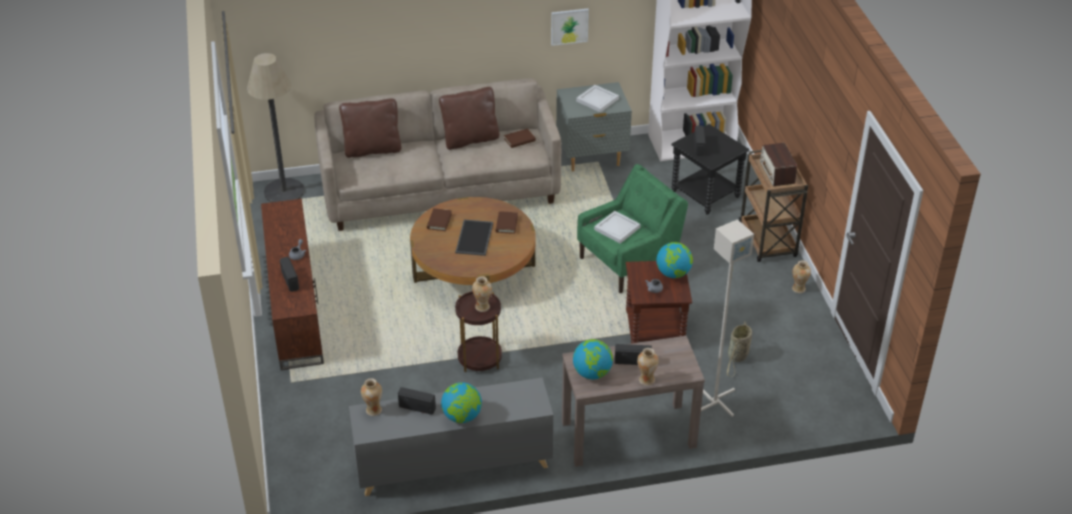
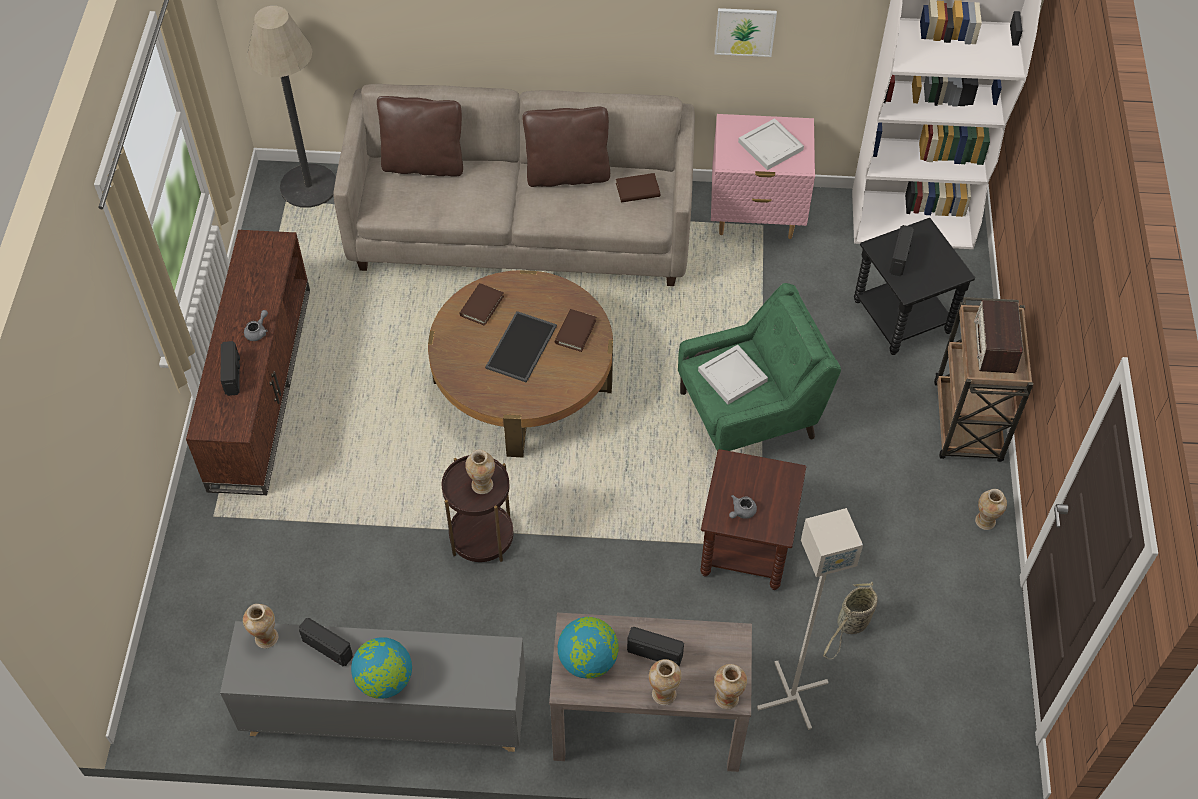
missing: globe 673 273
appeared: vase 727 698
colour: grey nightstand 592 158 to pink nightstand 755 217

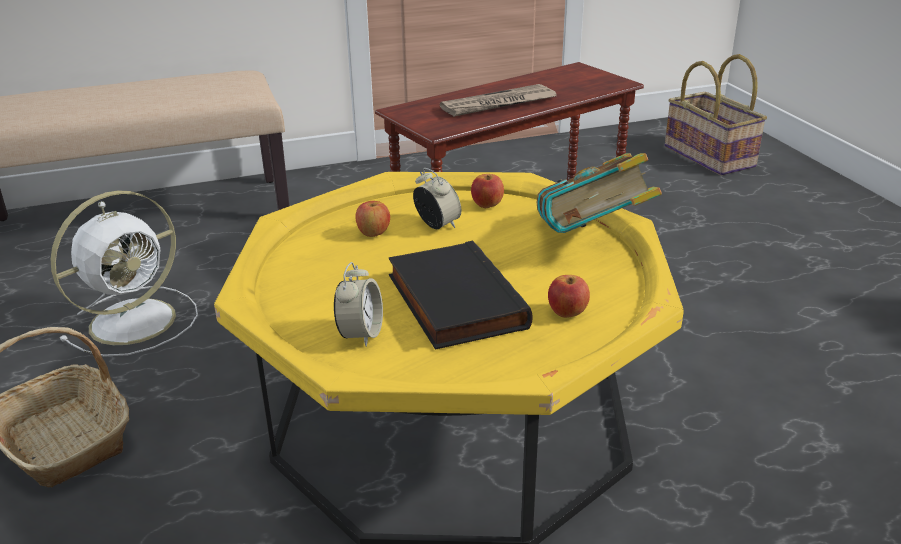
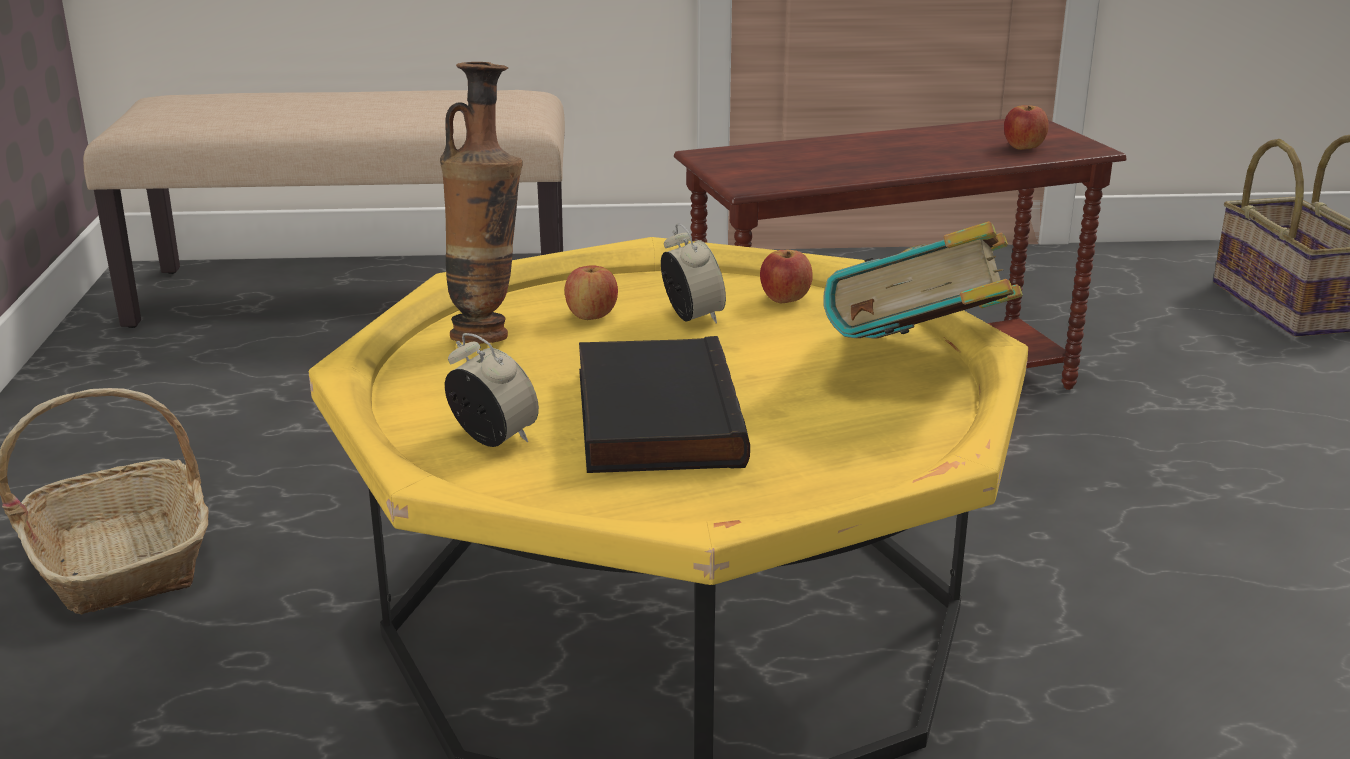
missing: white fan 136 320; newspaper 498 104
appeared: vase 488 333
relocated: apple 567 313 to 1023 148
spun: alarm clock 361 334 = 493 439 75 degrees counterclockwise

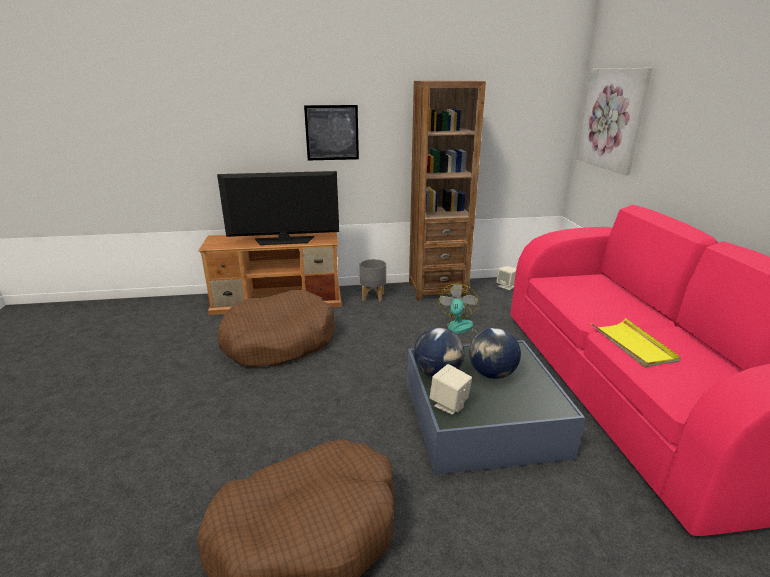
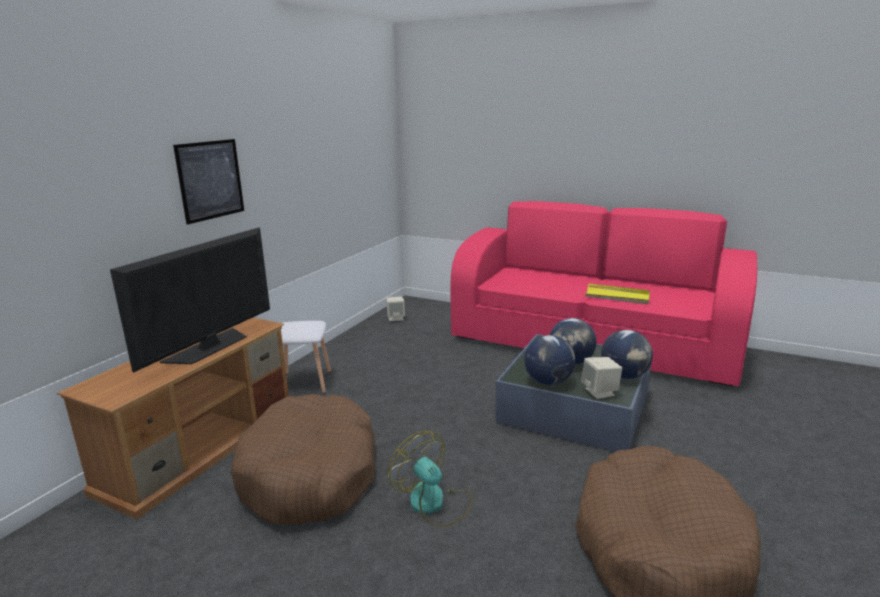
missing: brown bookcase 437 290; picture 611 119
appeared: globe 624 376
relocated: fan 459 330 to 434 504
exchanged: grey planter 373 296 to white stool 305 382

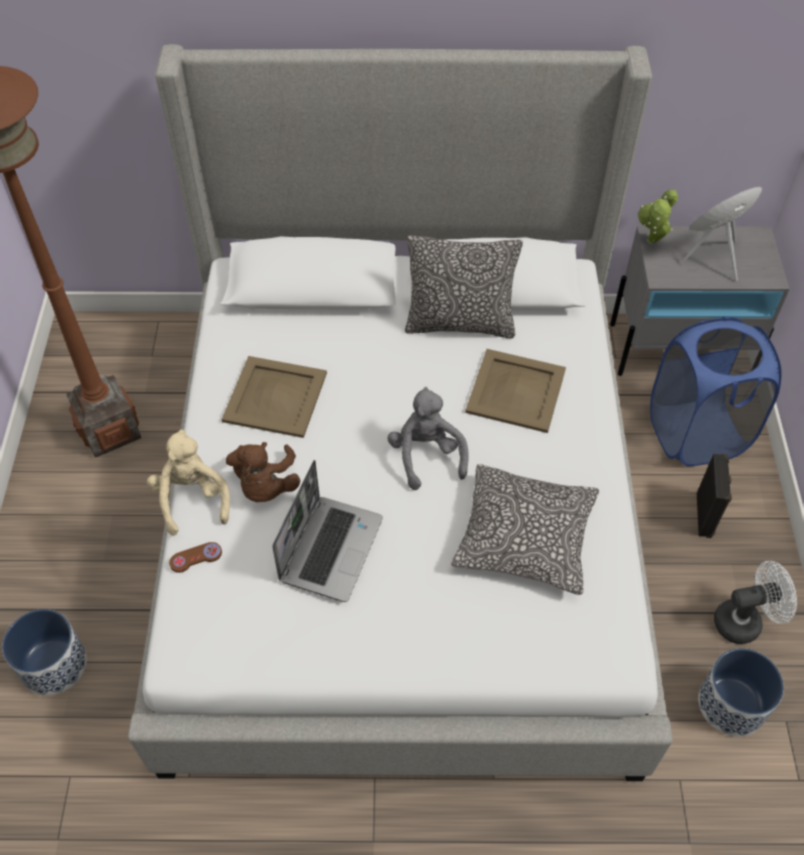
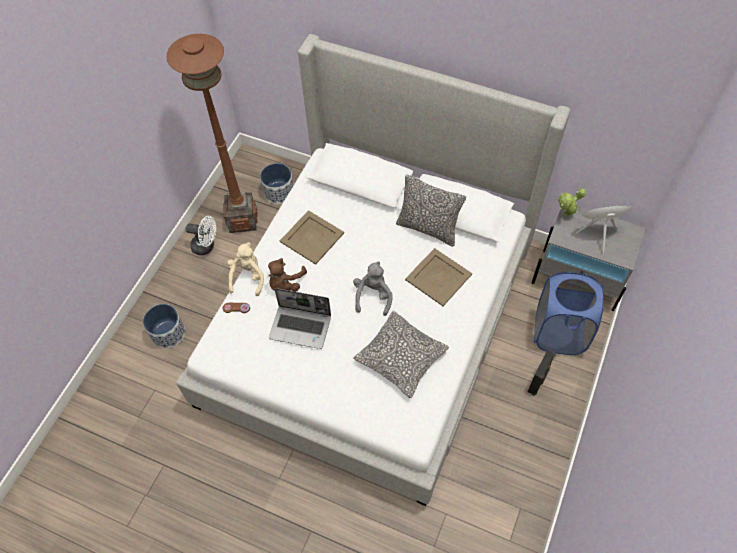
relocated: planter 731 705 to 279 192; white fan 744 621 to 206 246
spun: laptop 330 548 = 301 327 60 degrees clockwise

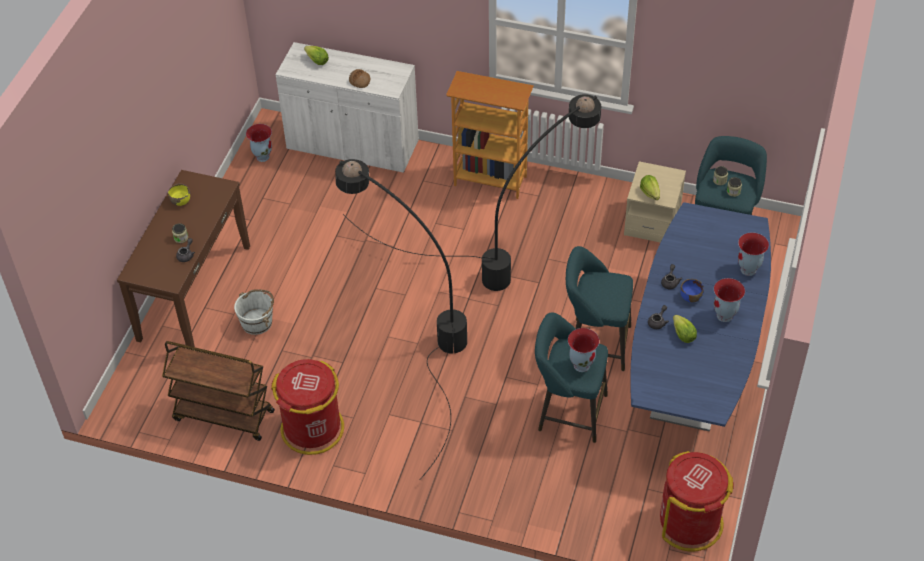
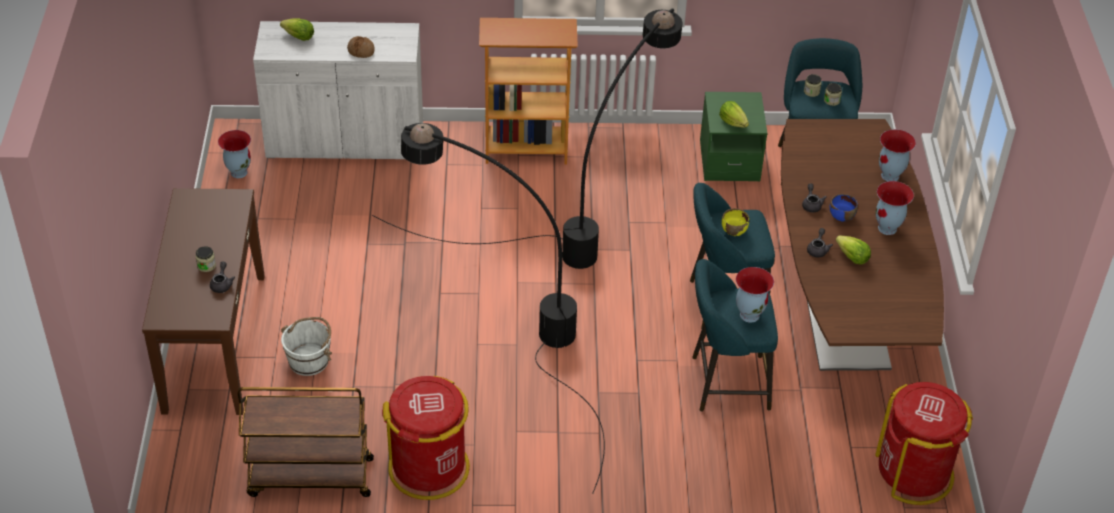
relocated: yellow bowl 180 201 to 733 230
colour: beige nightstand 652 221 to green nightstand 729 161; blue dining table 693 366 to brown dining table 842 305

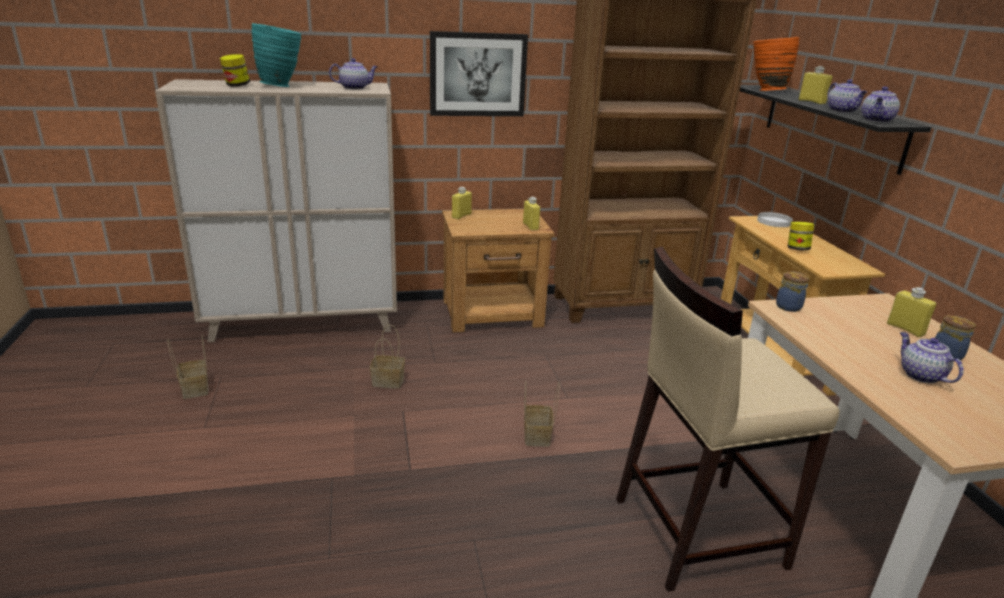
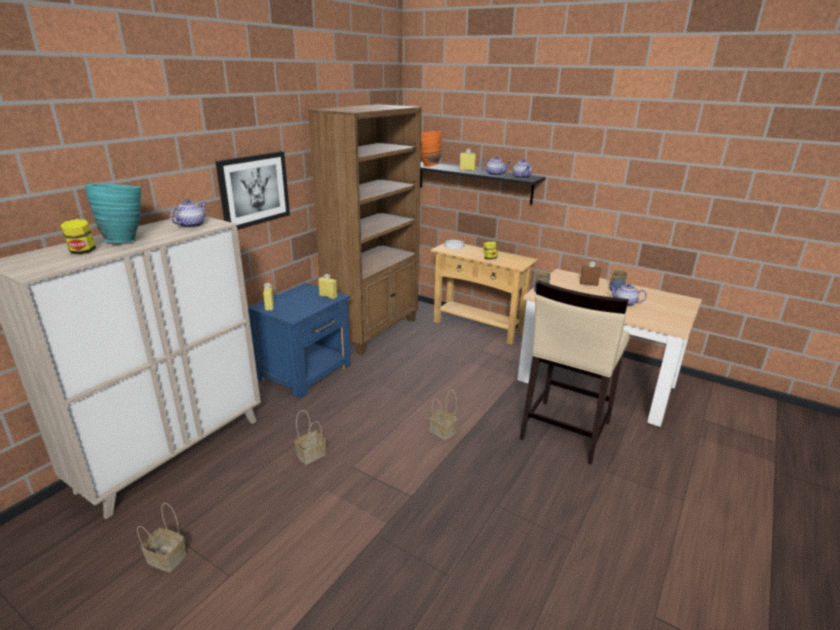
colour: brown nightstand 493 313 to blue nightstand 307 372; yellow bottle 905 329 to brown bottle 588 284

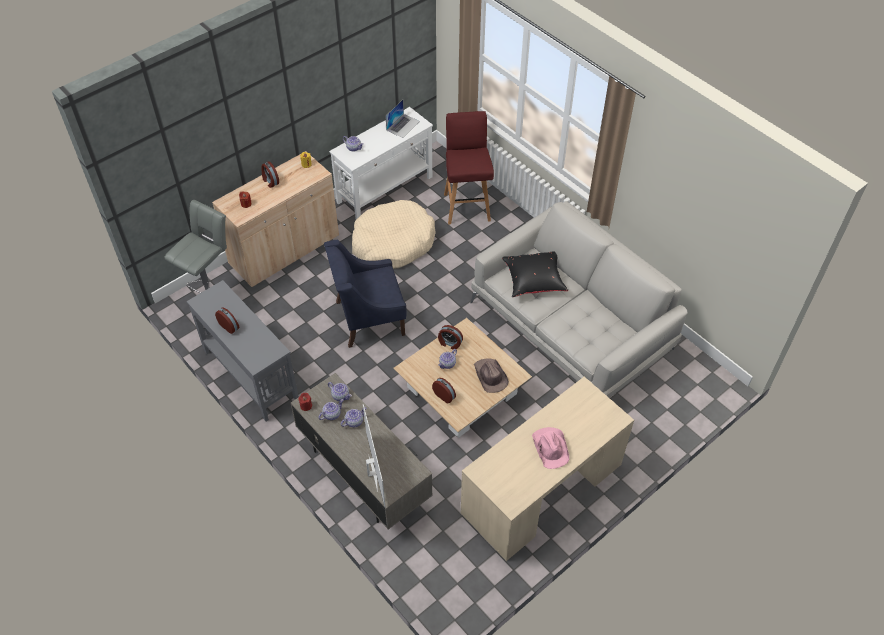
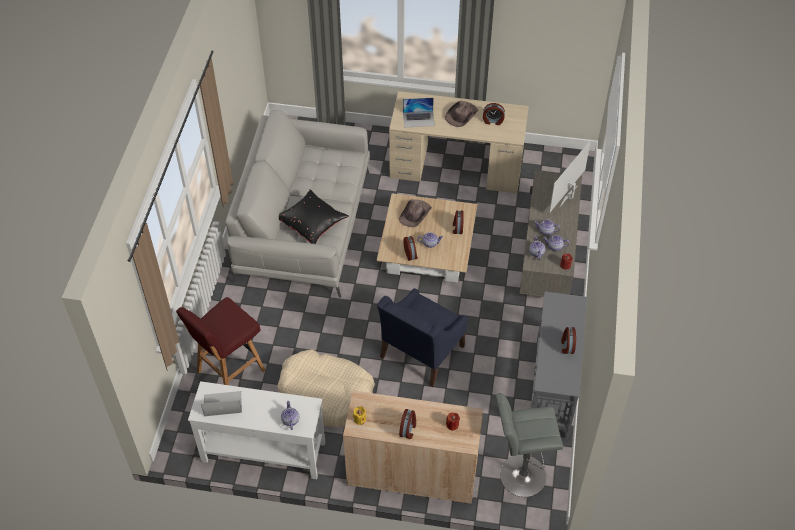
appeared: laptop 418 119; alarm clock 493 121
colour: pink hat 550 447 to brown hat 461 115
spun: blue armchair 368 318 = 421 352 90 degrees clockwise

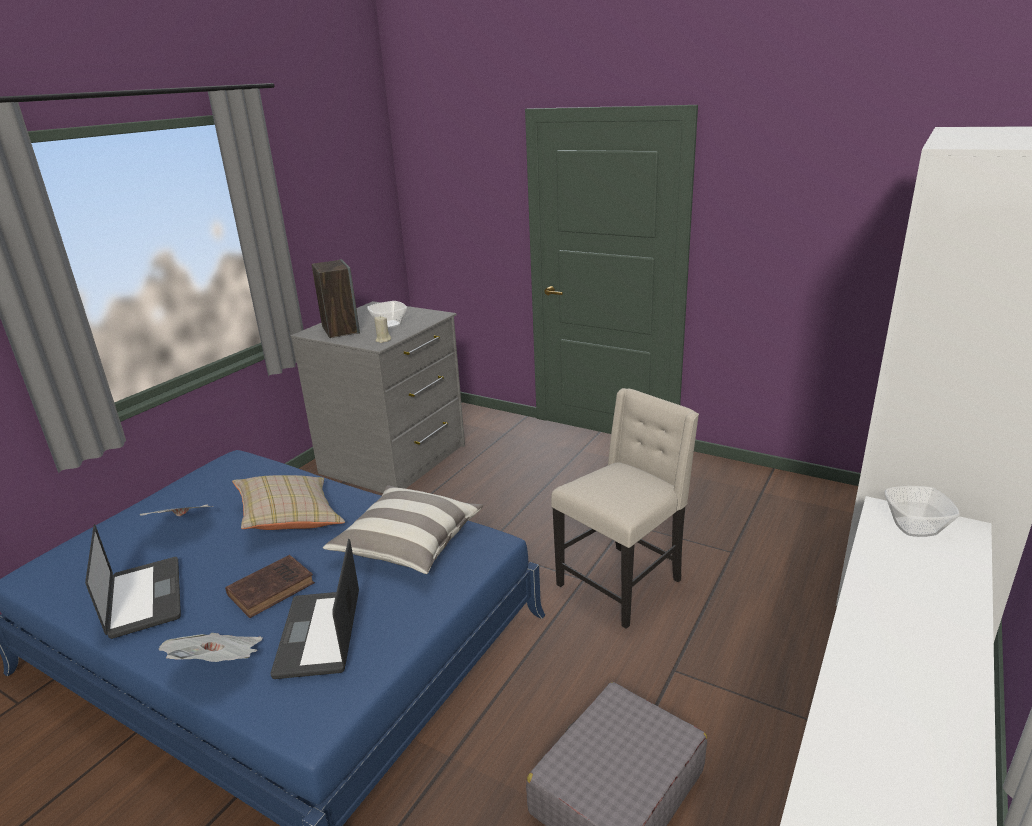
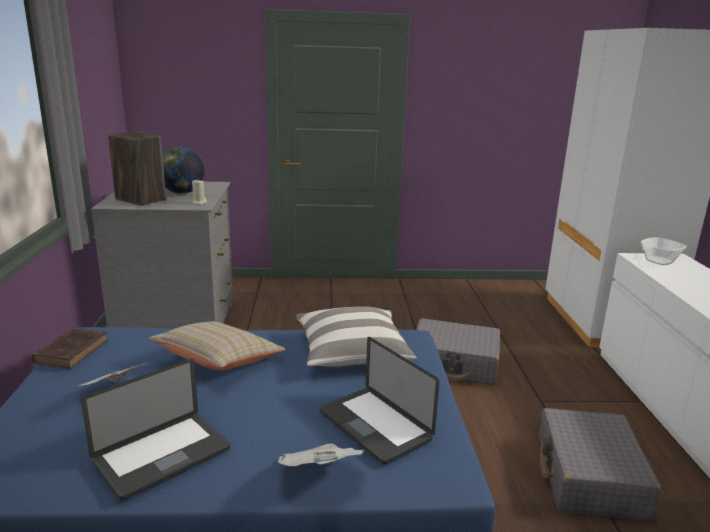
relocated: brown book 273 588 to 73 350
exchanged: bowl 388 324 to globe 182 193; beige chair 622 583 to grey suitcase 454 363
spun: laptop 145 598 = 163 456 105 degrees clockwise

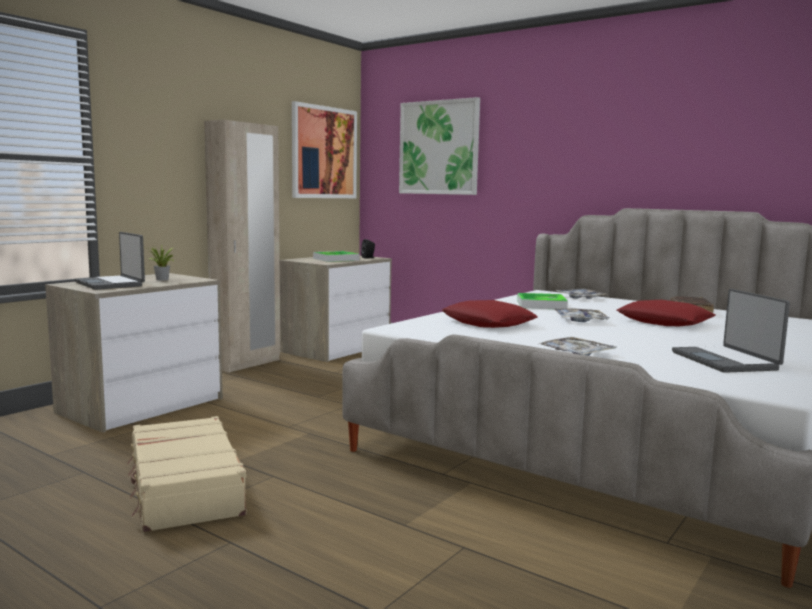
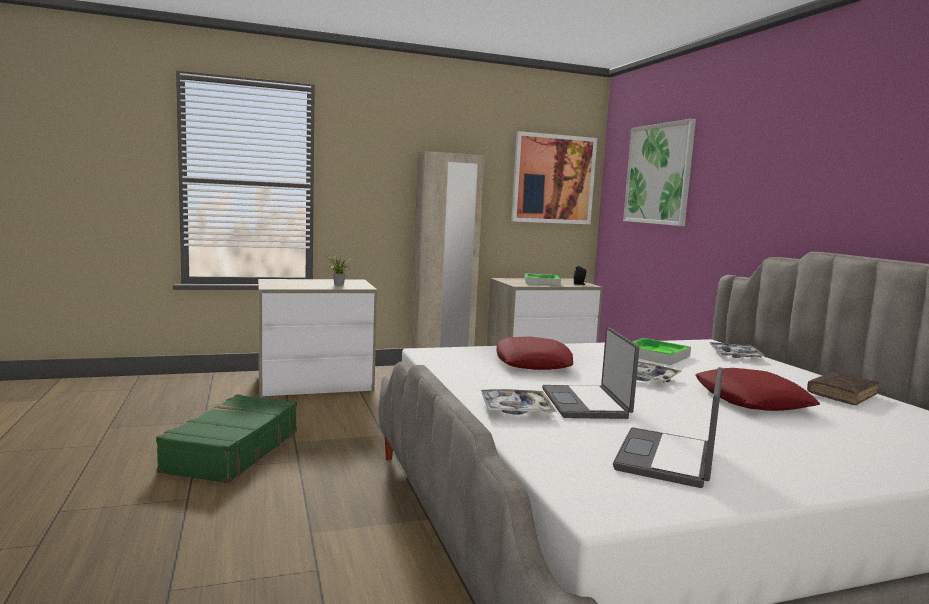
relocated: laptop 111 284 to 586 404
colour: beige suitcase 184 488 to green suitcase 232 451

